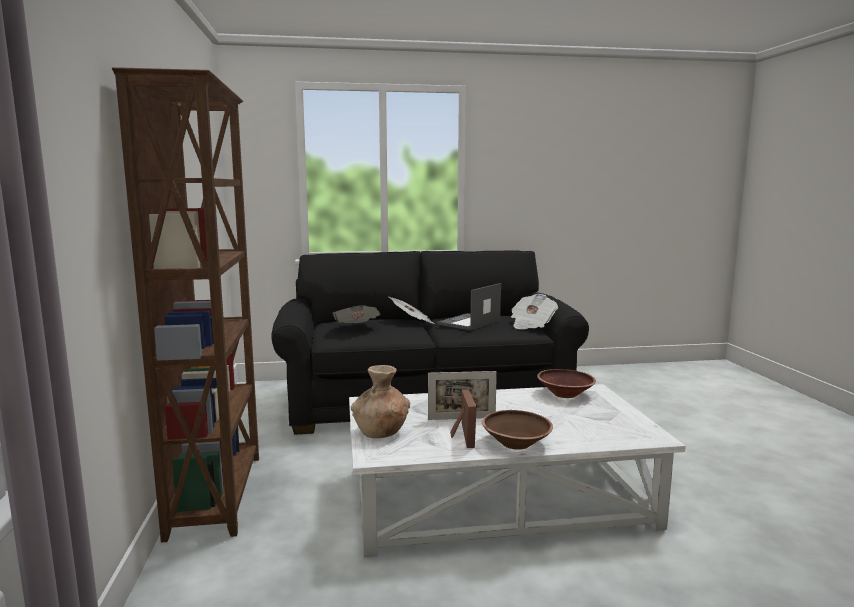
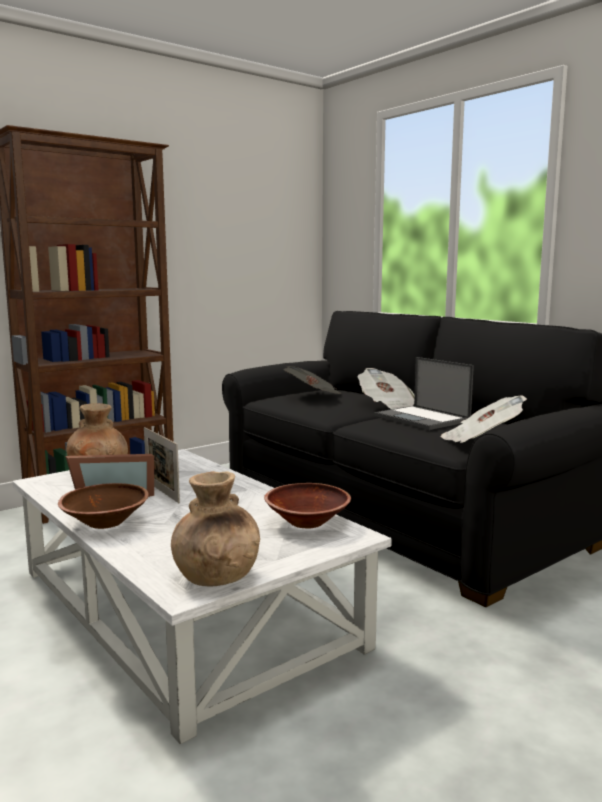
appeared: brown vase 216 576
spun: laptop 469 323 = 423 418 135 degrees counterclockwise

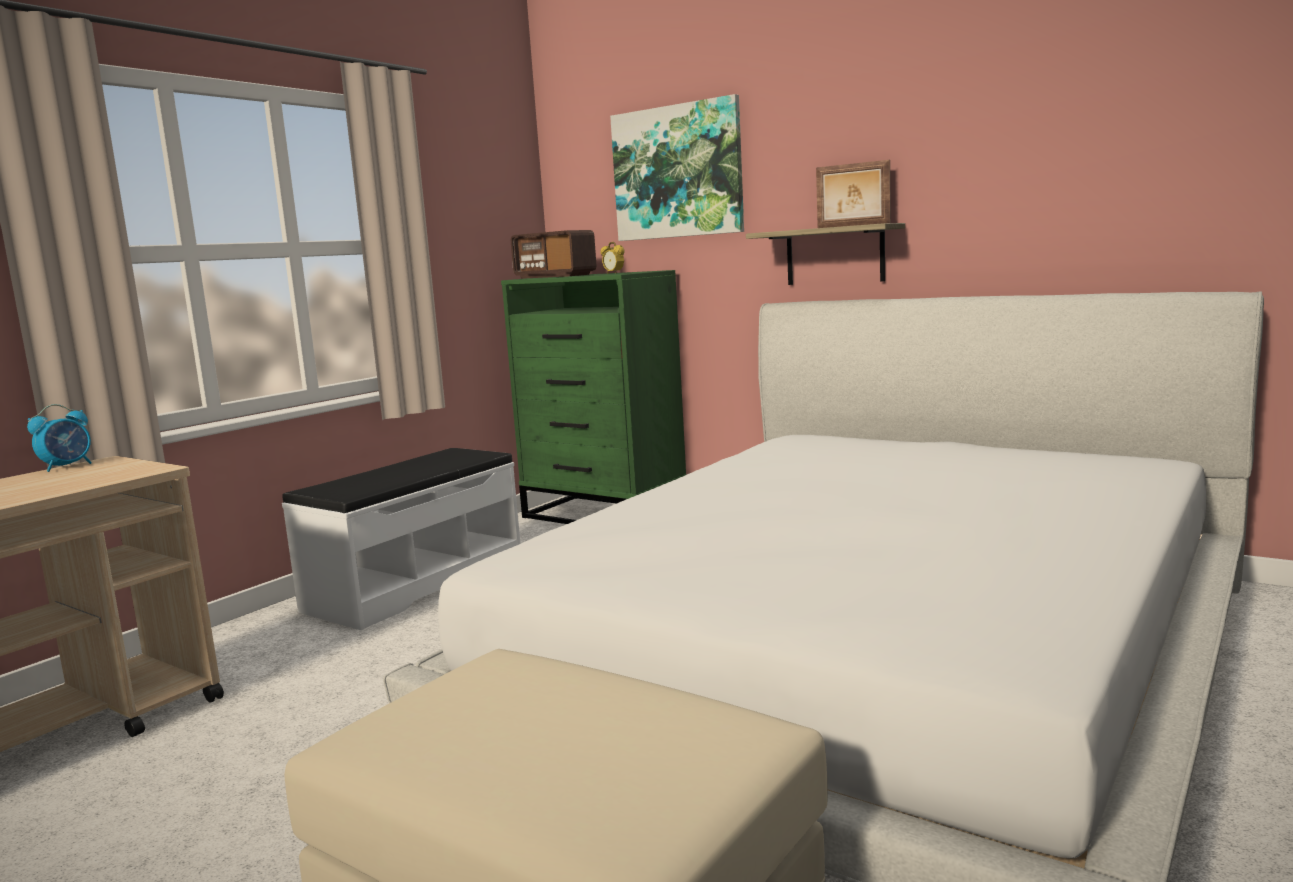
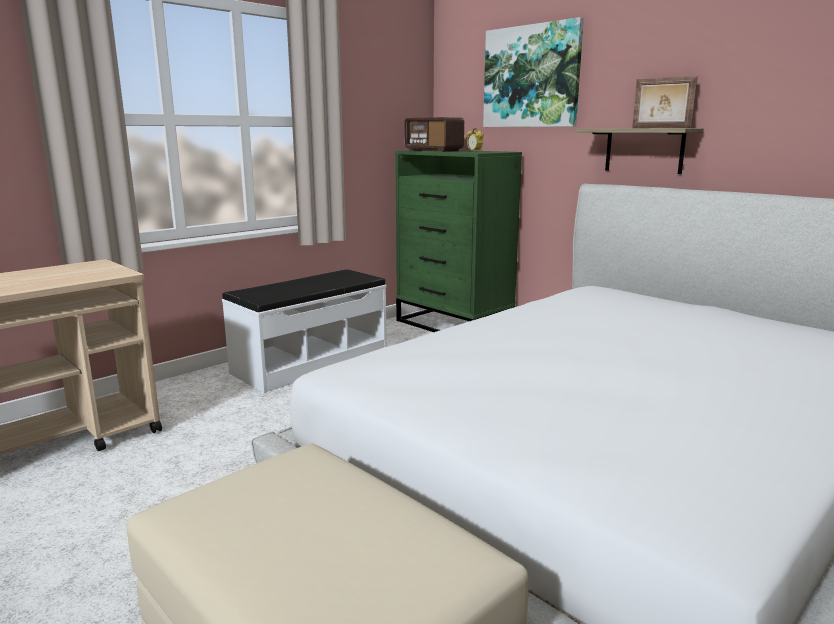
missing: alarm clock 67 467

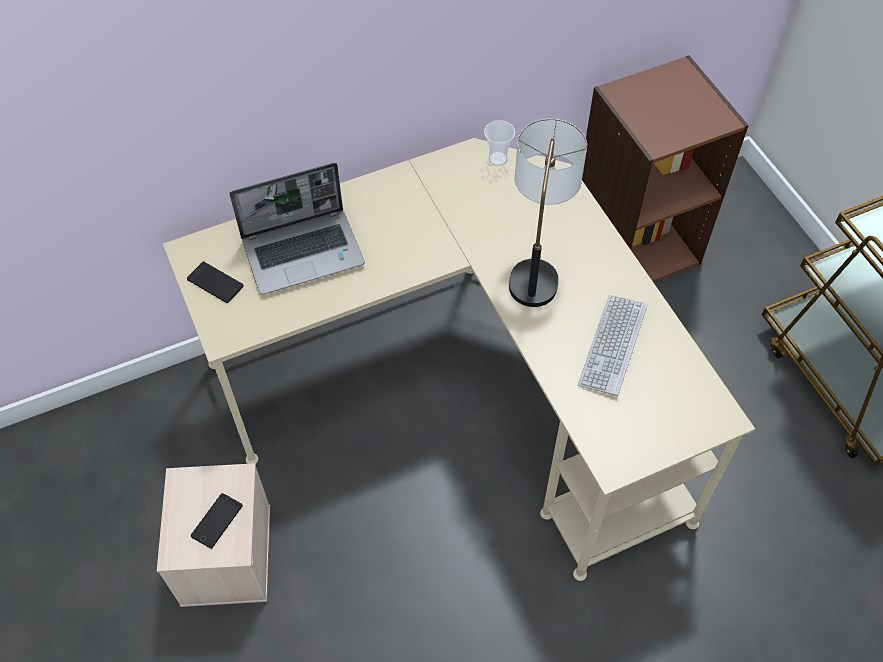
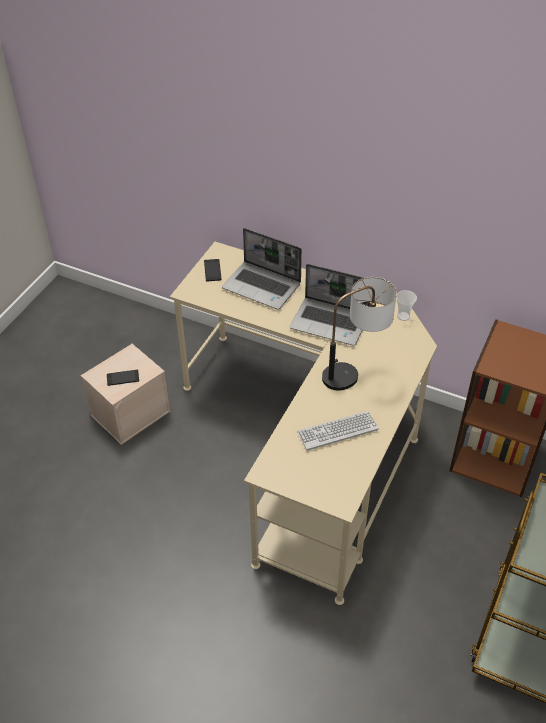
appeared: laptop 330 322

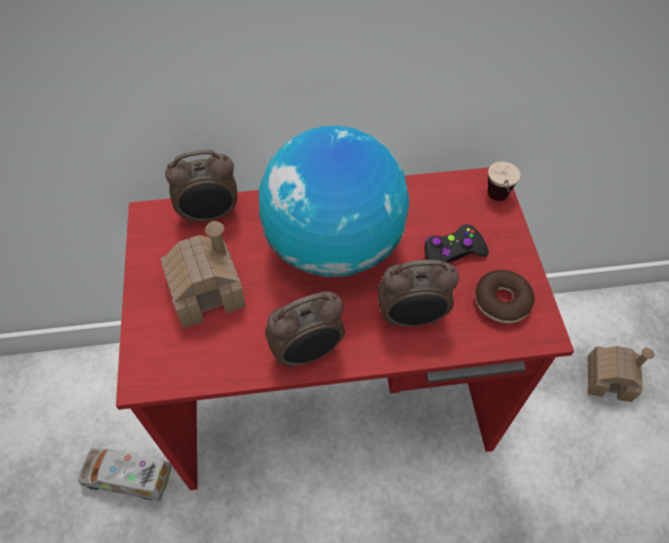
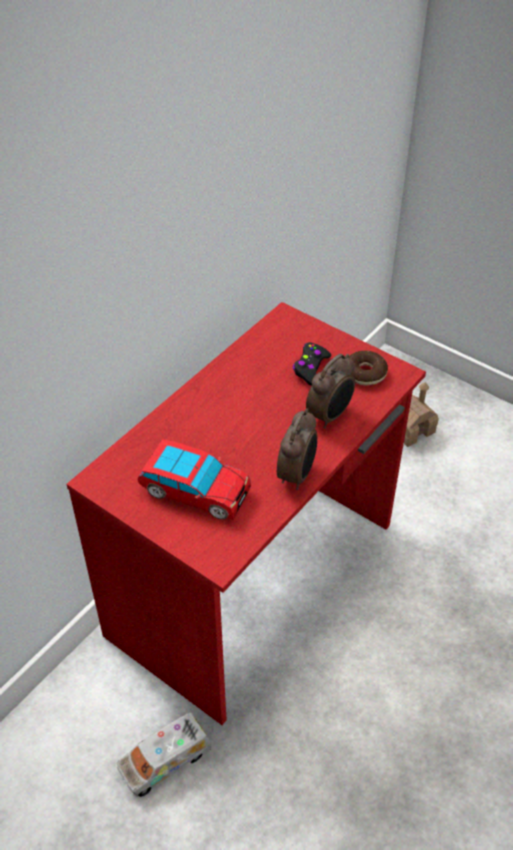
missing: alarm clock 210 215; globe 333 246; cup 497 203
exchanged: toy house 206 292 to toy car 195 491

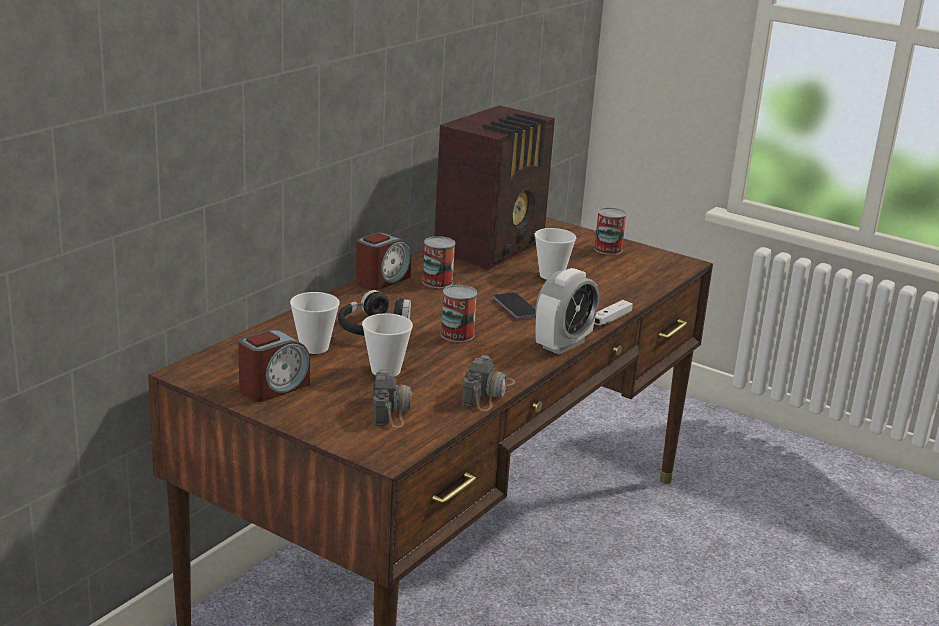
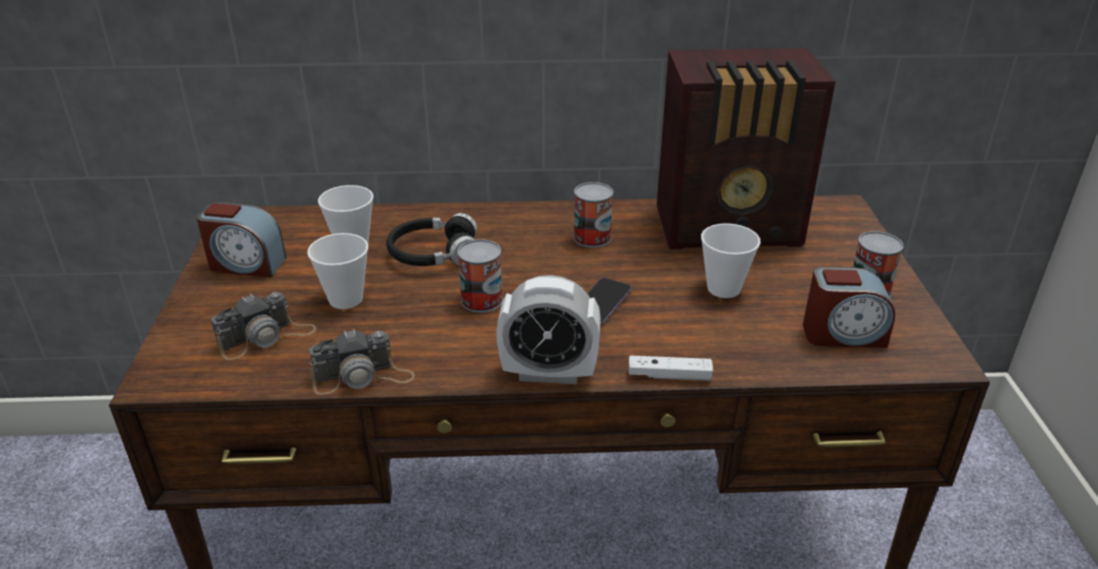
relocated: alarm clock 382 280 to 843 334

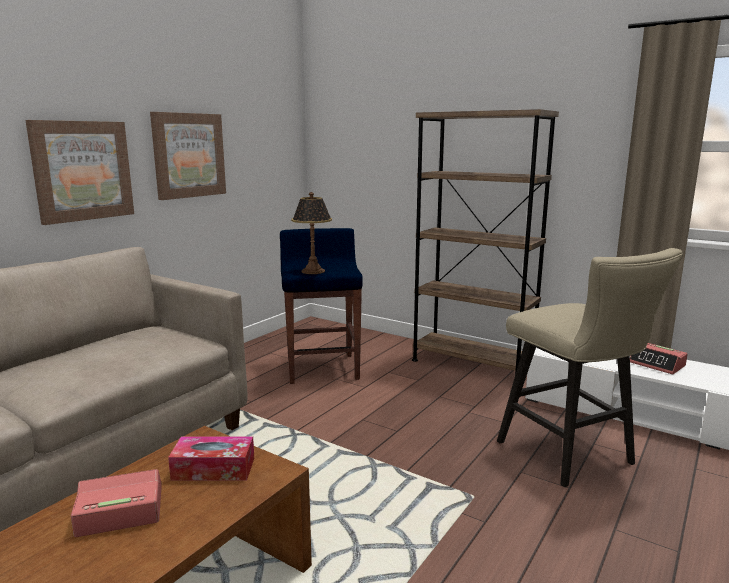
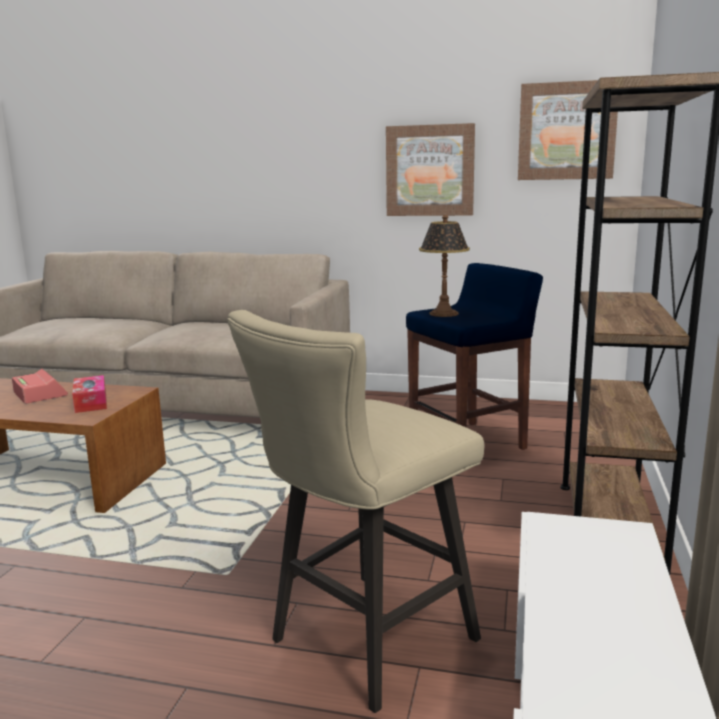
missing: alarm clock 657 364
relocated: picture 82 170 to 566 131

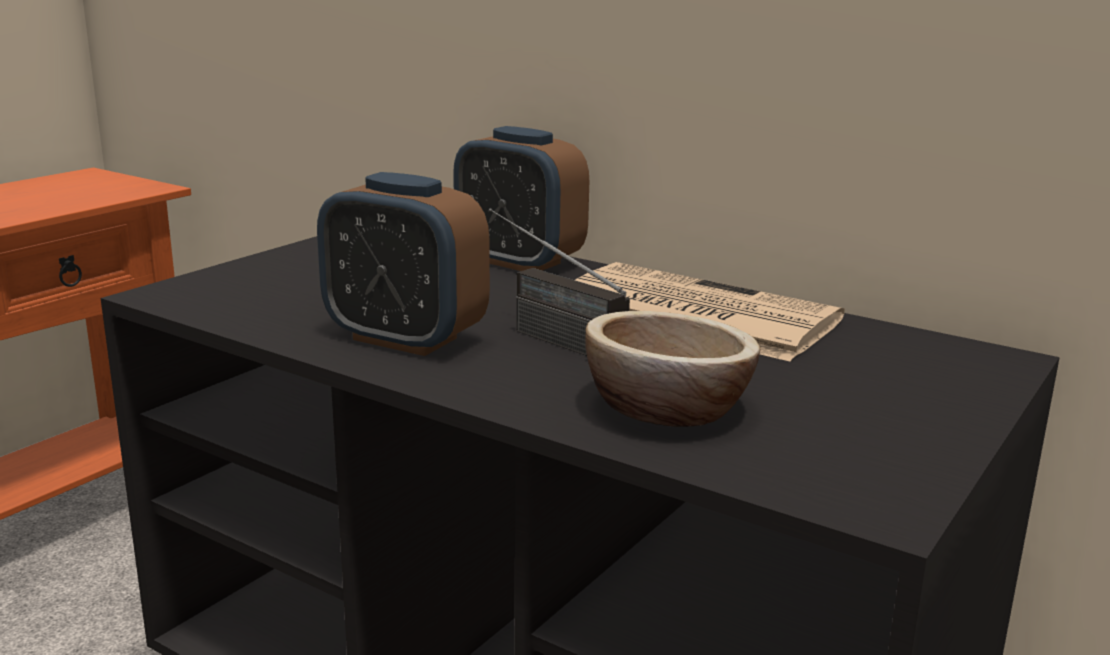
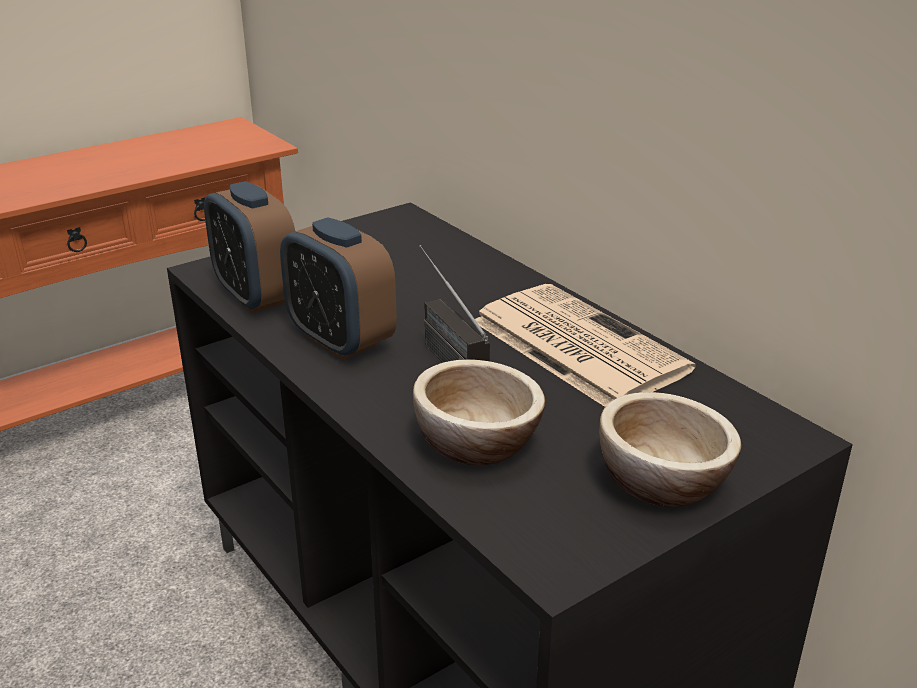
appeared: bowl 662 480
relocated: alarm clock 519 262 to 256 296

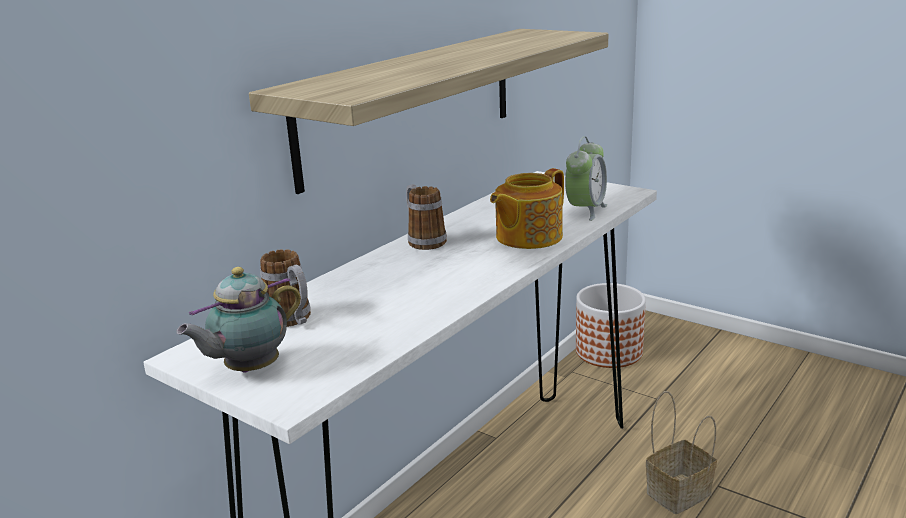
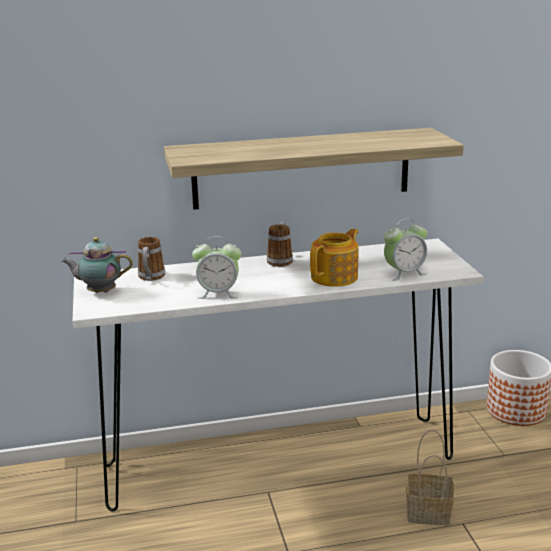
appeared: alarm clock 218 293
spun: teapot 527 237 = 335 277 135 degrees clockwise

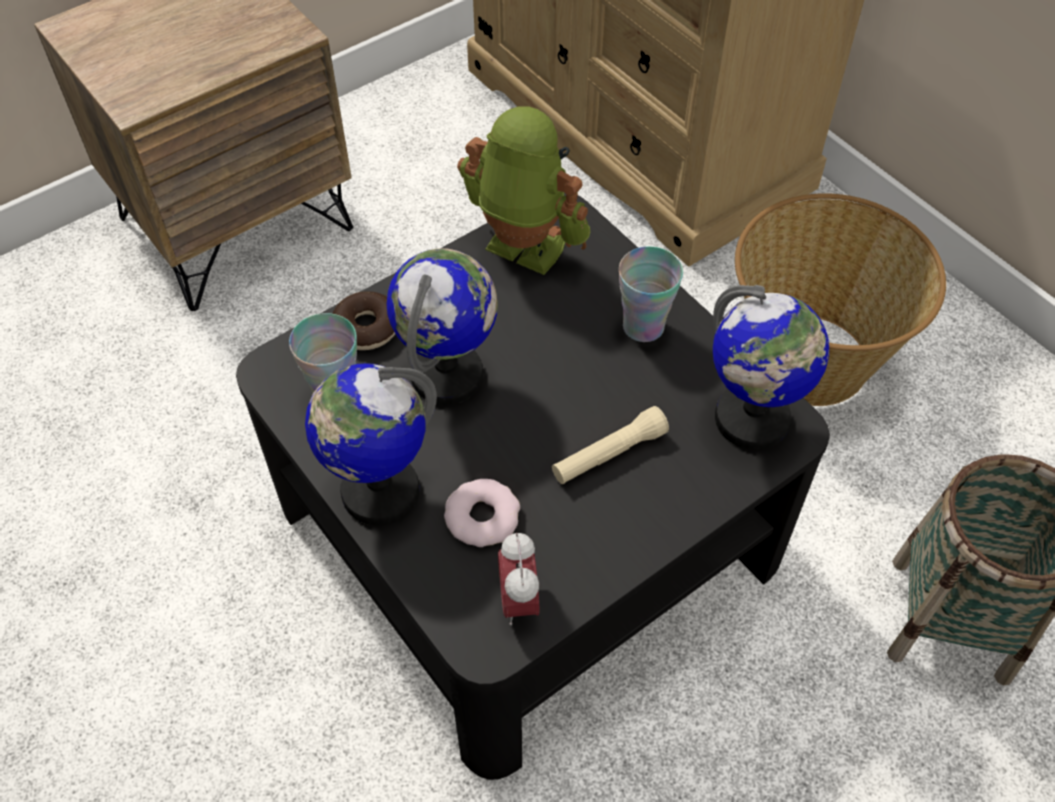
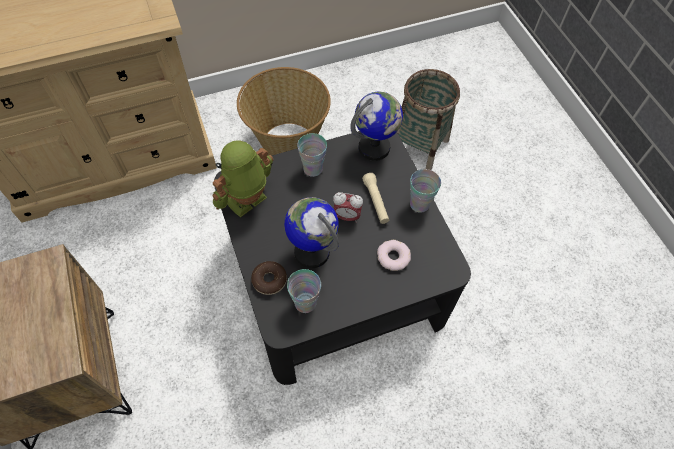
missing: globe 379 491
appeared: cup 419 204
relocated: alarm clock 519 600 to 346 217

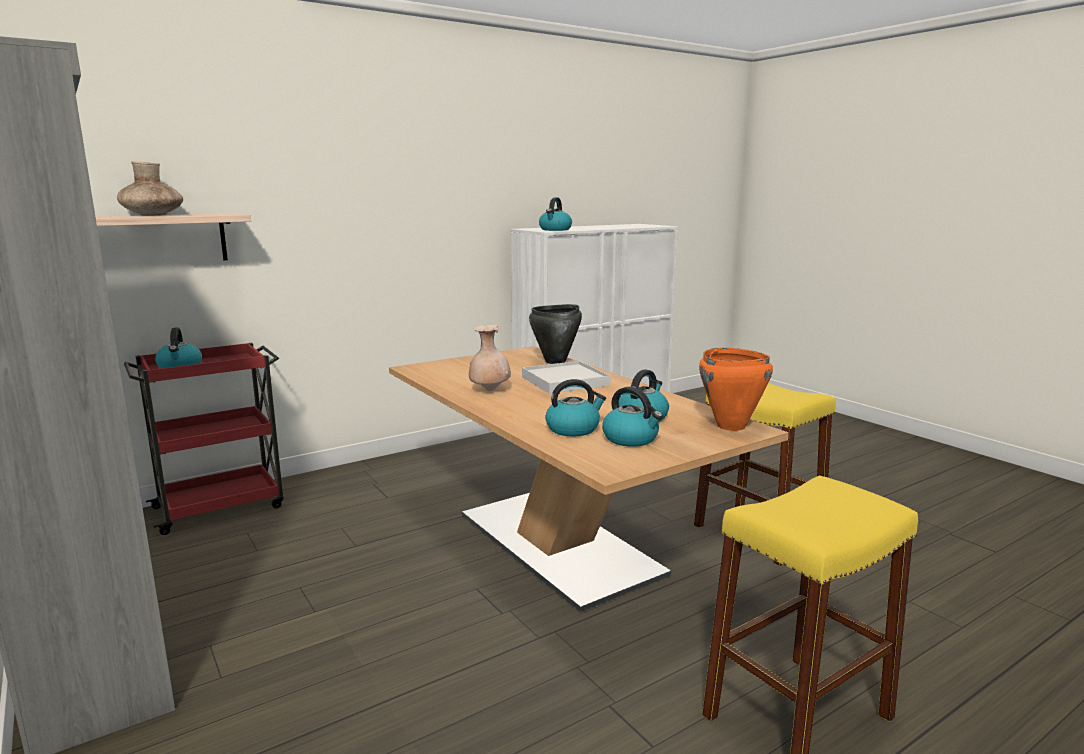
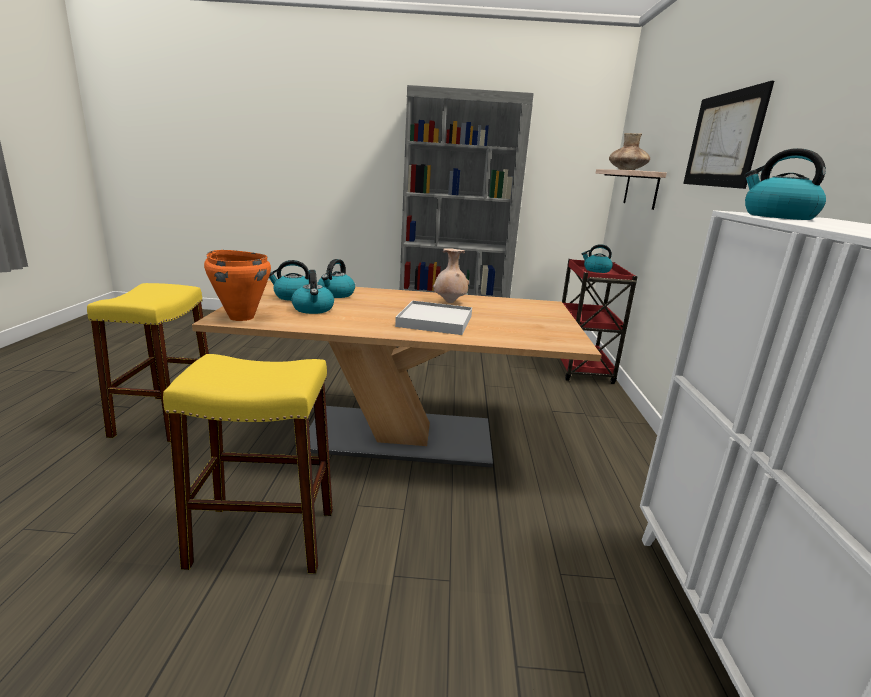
missing: black cooking pot 556 361
appeared: picture 723 140

